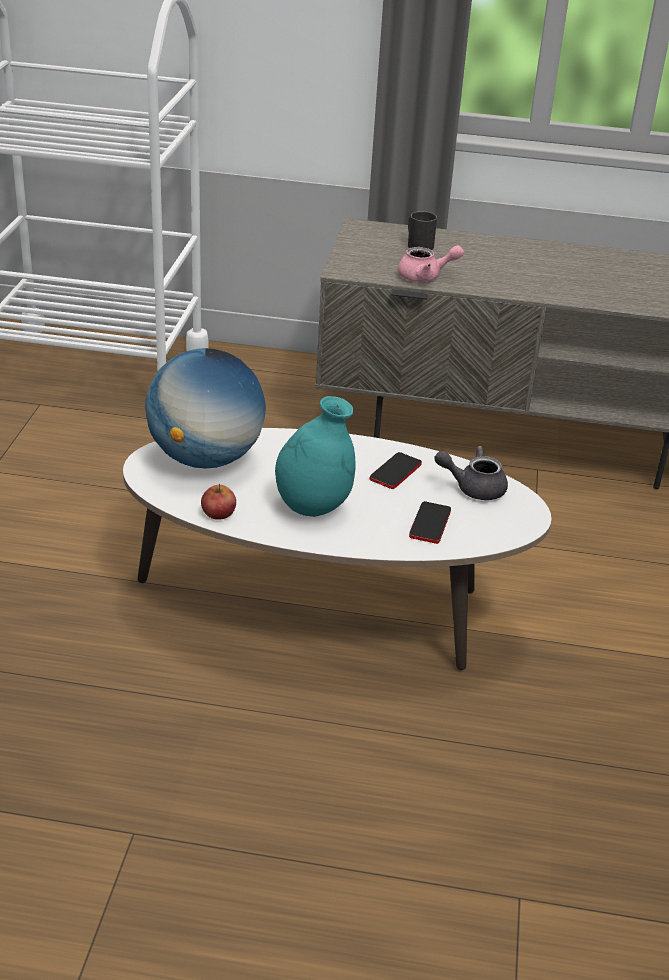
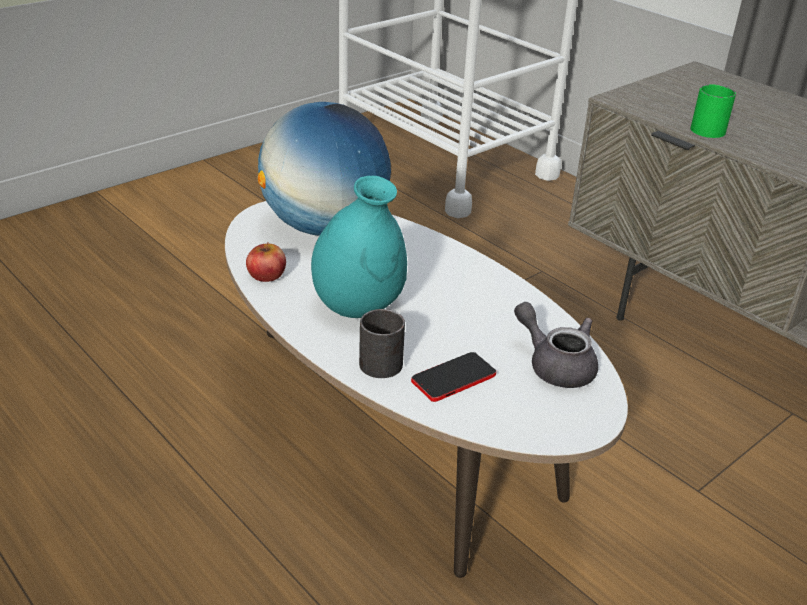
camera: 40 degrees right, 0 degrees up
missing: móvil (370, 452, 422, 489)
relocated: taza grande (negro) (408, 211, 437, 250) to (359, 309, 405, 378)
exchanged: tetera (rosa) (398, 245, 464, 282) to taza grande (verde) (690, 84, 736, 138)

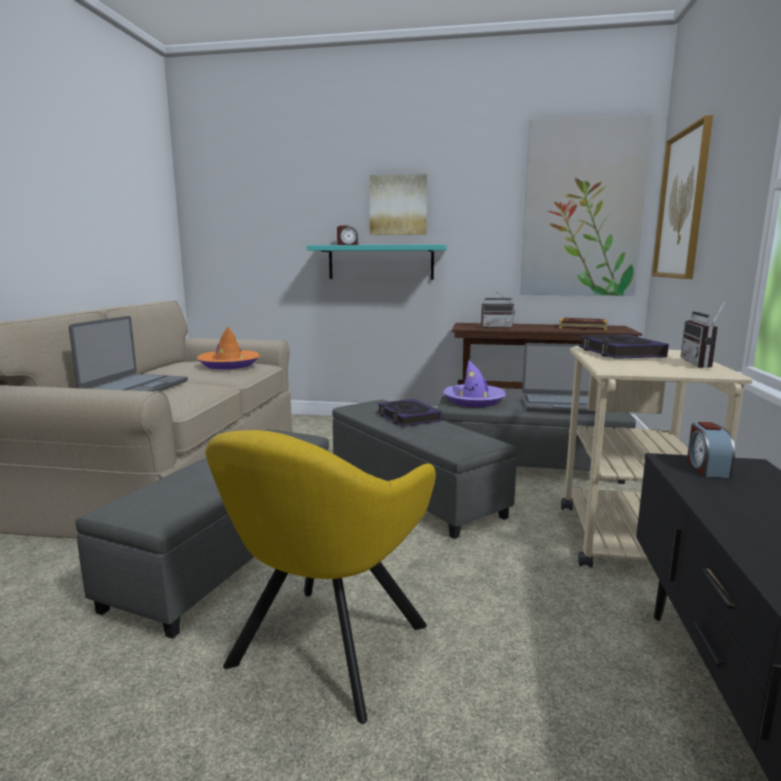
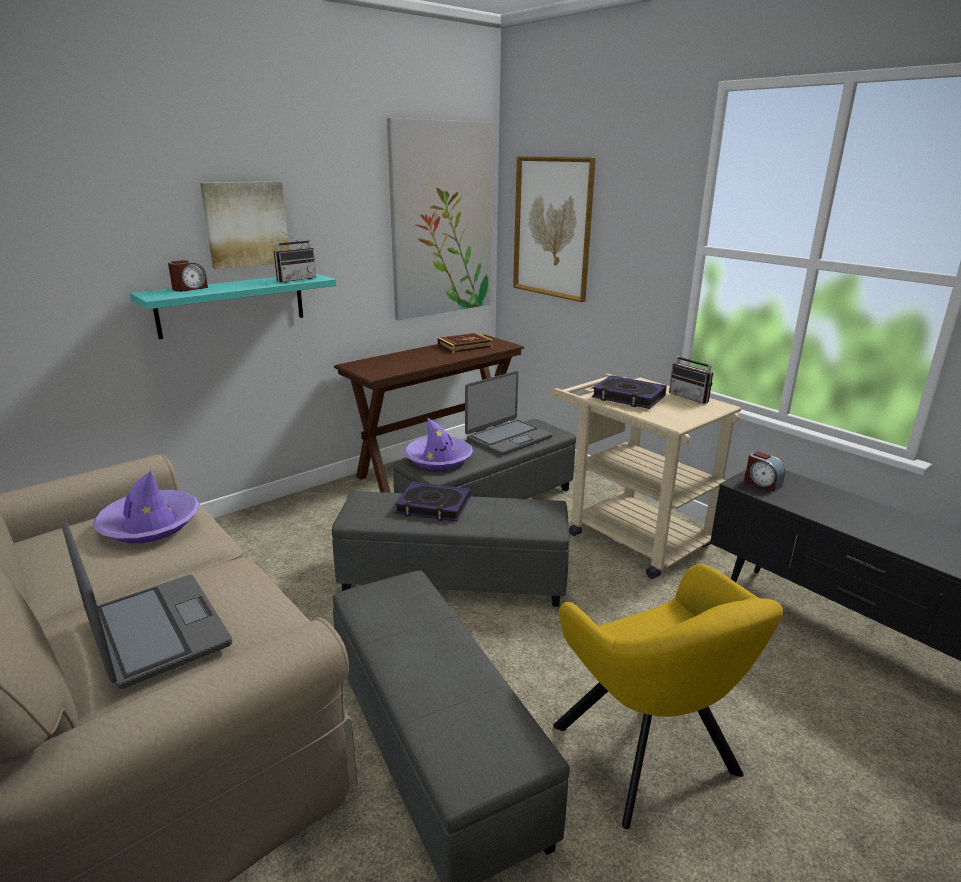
camera: 50 degrees left, 10 degrees up
relocated: radio (481, 291, 515, 328) to (274, 230, 316, 283)
colour: sombrero (naranja) (197, 327, 260, 369) to sombrero (morado) (93, 471, 200, 543)

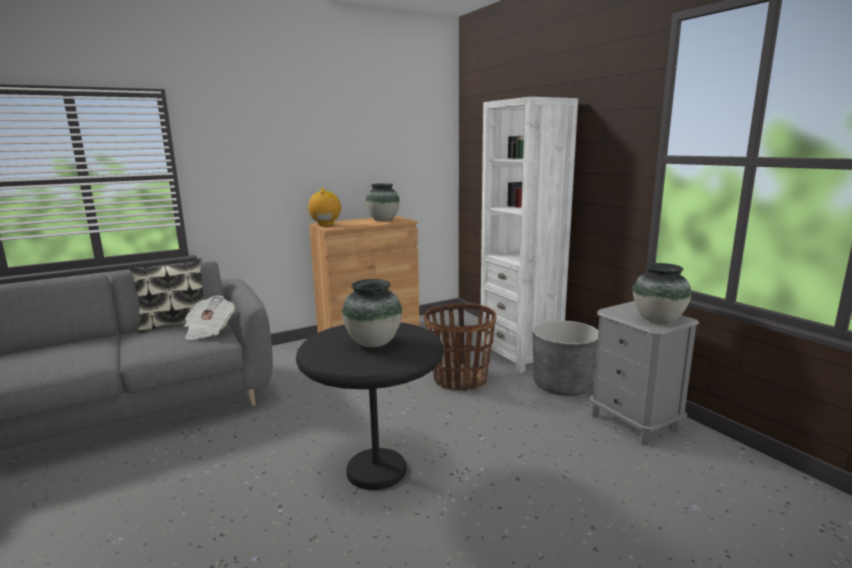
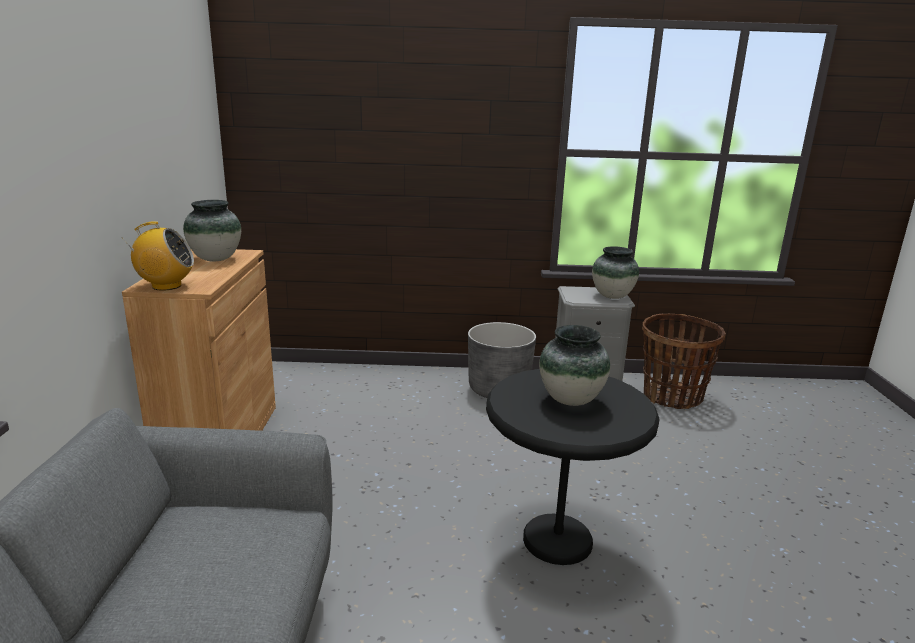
camera: 60 degrees left, 5 degrees up
missing: cojín (129, 258, 204, 333); periódico (184, 296, 235, 340); estantería (blanco) (480, 97, 578, 373)
relocated: cesta (424, 303, 497, 391) to (642, 314, 726, 409)
spun: radio (308, 187, 341, 226) = (122, 221, 194, 290) 150 degrees clockwise

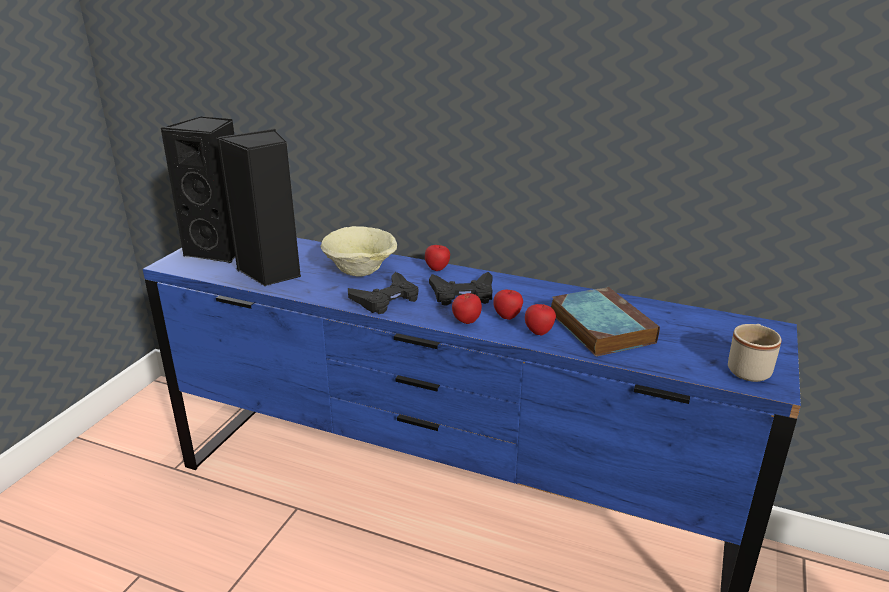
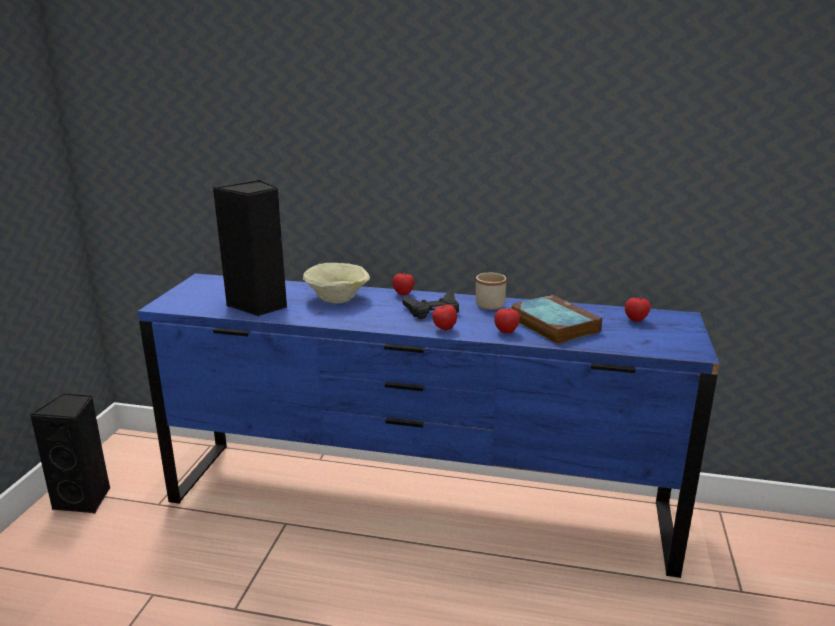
camera: 10 degrees left, 5 degrees down
missing: mando de consola (negro) (348, 272, 419, 314)
relocated: altavoz (negro) (161, 116, 235, 263) to (30, 393, 111, 514); manzana (493, 290, 523, 320) to (625, 297, 651, 322); taza grande (beis) (728, 324, 782, 382) to (476, 273, 506, 310)

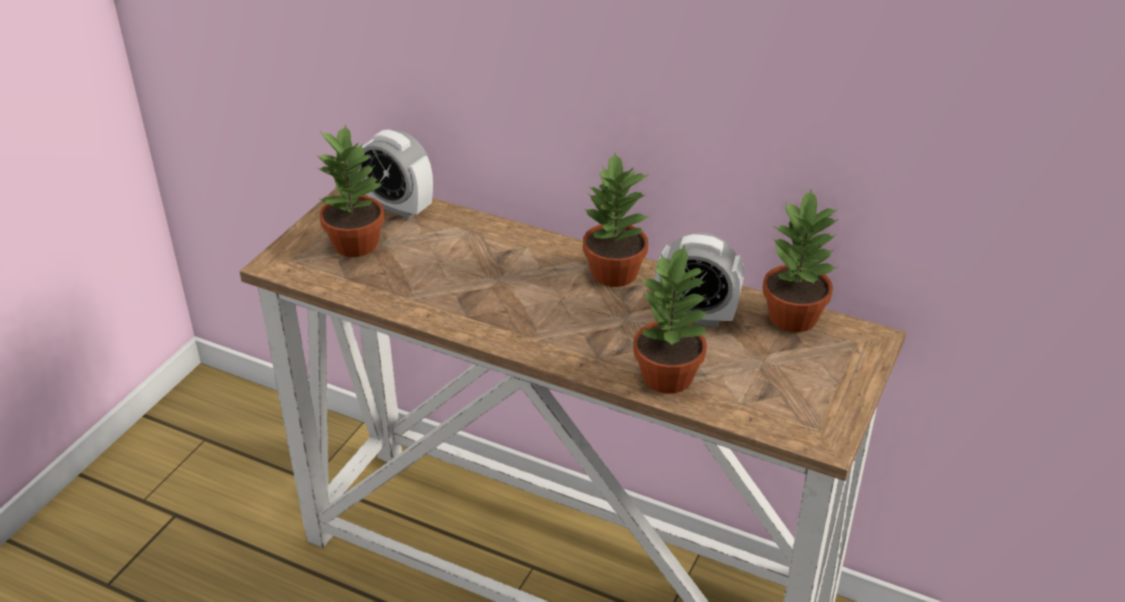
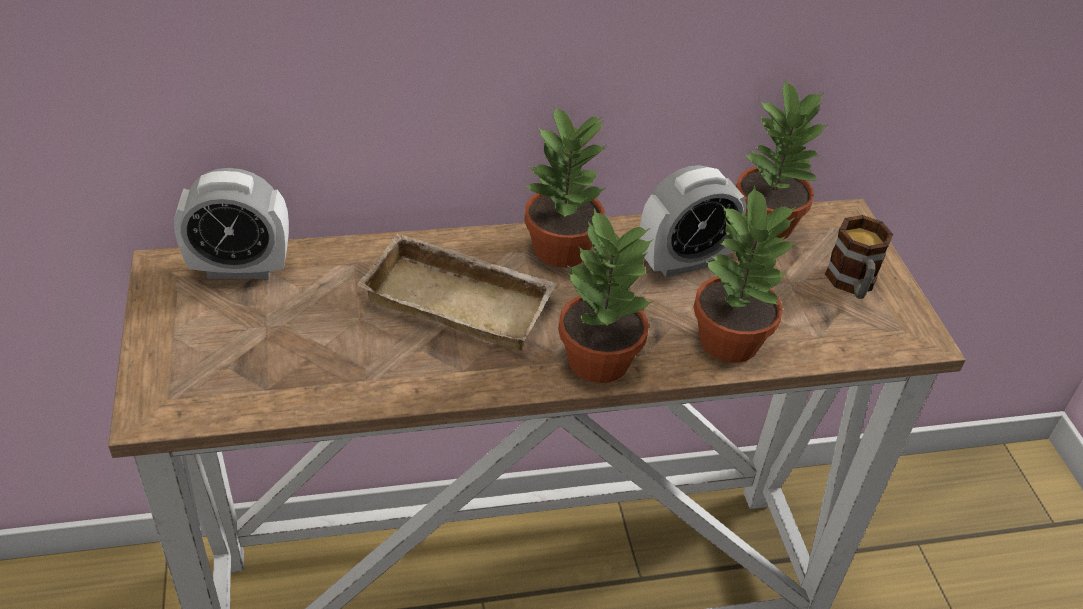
camera: 40 degrees left, 5 degrees up
appeared: bandeja (beis) (357, 233, 557, 350); taza grande (825, 215, 893, 299)
relocated: planta en maceta (317, 124, 384, 257) to (558, 208, 654, 383)

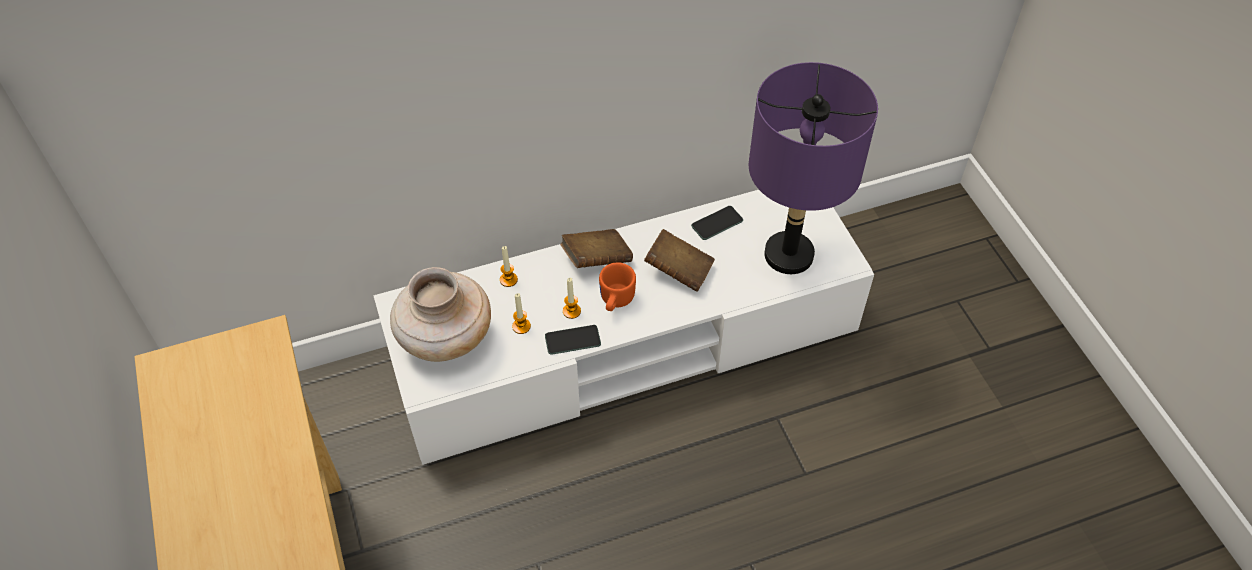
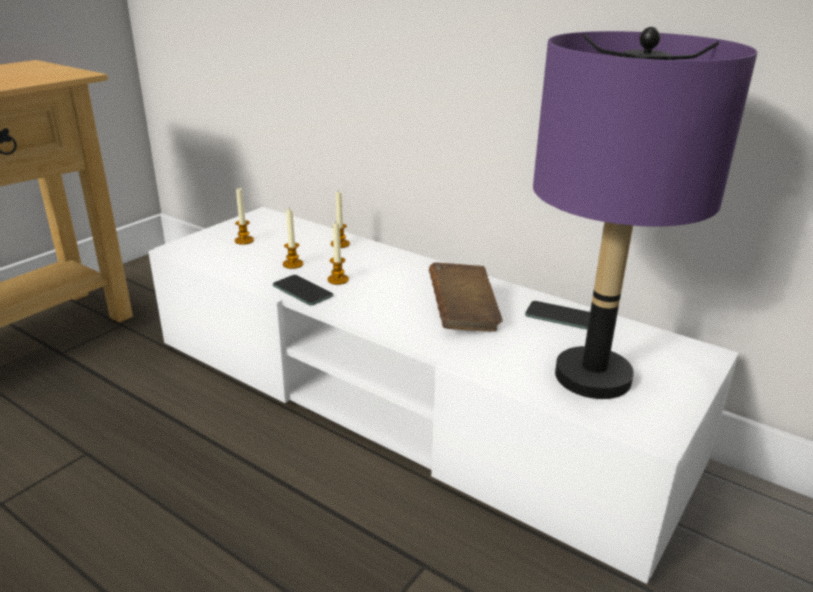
camera: 55 degrees right, 25 degrees down
missing: libro (marrón) (560, 229, 633, 268); taza grande (naranja) (599, 262, 636, 311)
exchanged: florero (beis) (390, 267, 491, 362) to vela (235, 188, 254, 245)

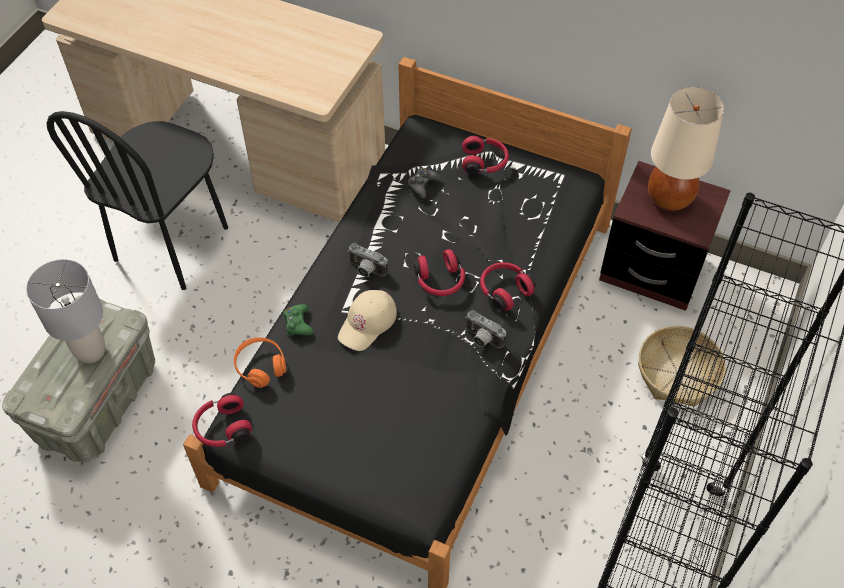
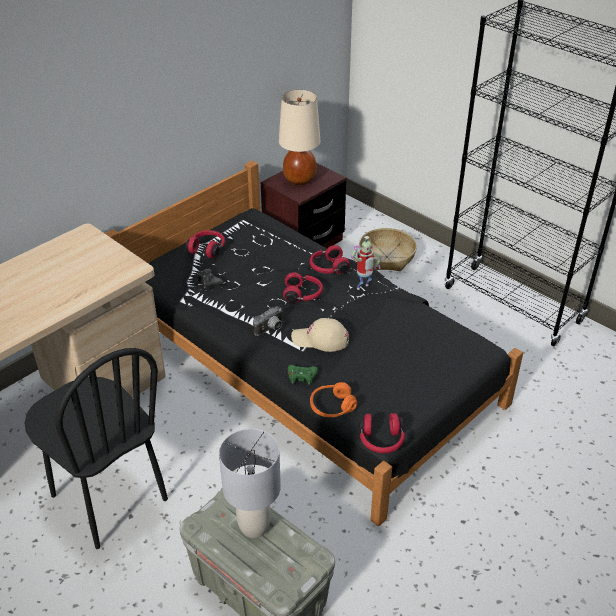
camera: 70 degrees left, 15 degrees down
exchanged: cámara (465, 310, 506, 348) to robot de juguete (351, 236, 382, 290)
spun: gorra (beis) (338, 290, 397, 351) = (291, 318, 349, 352) 135 degrees clockwise

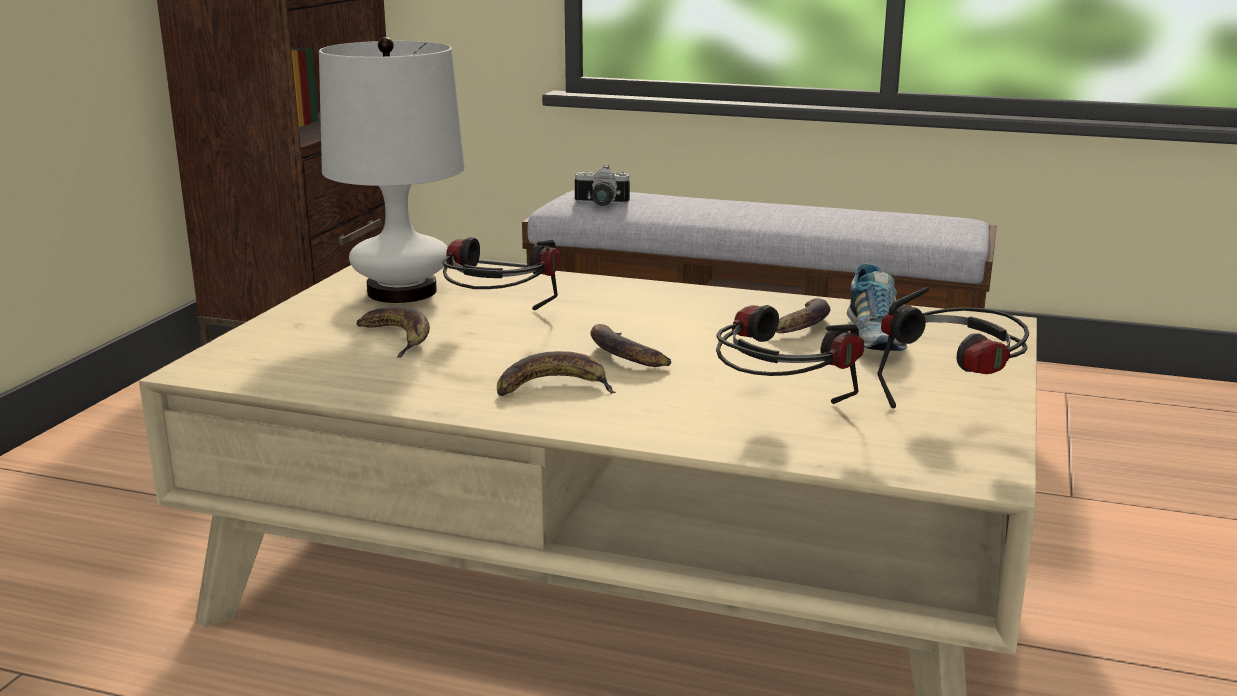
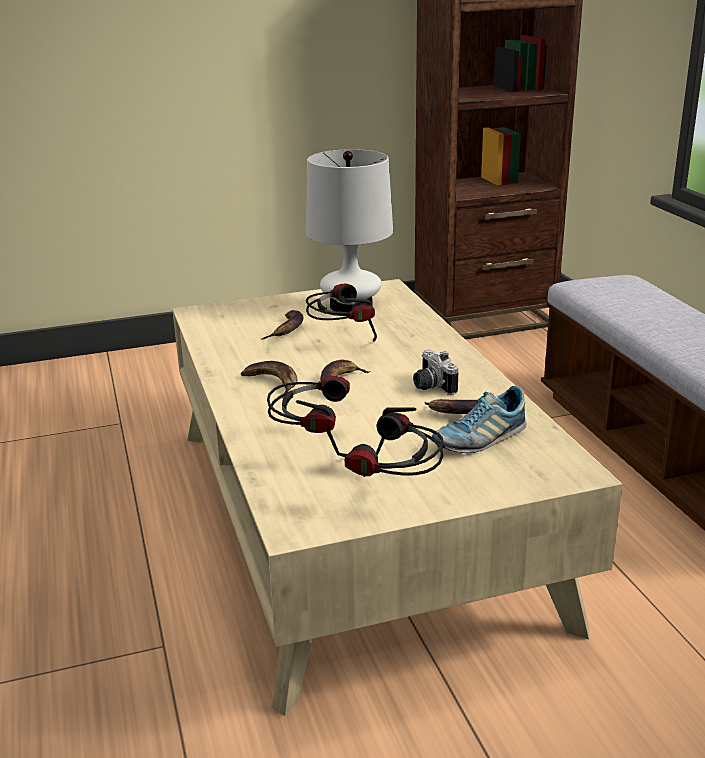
camera: 55 degrees right, 5 degrees up
relocated: cámara (575, 165, 630, 206) to (413, 350, 458, 395)

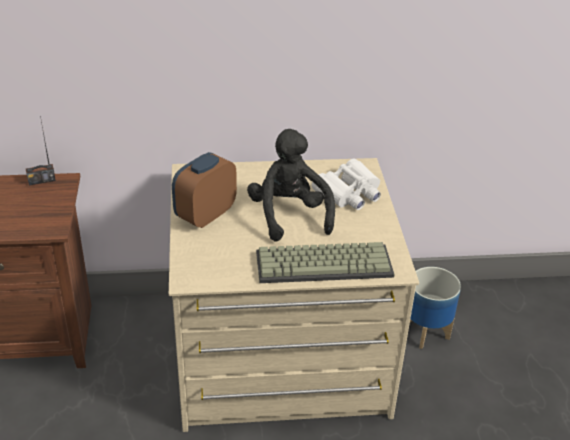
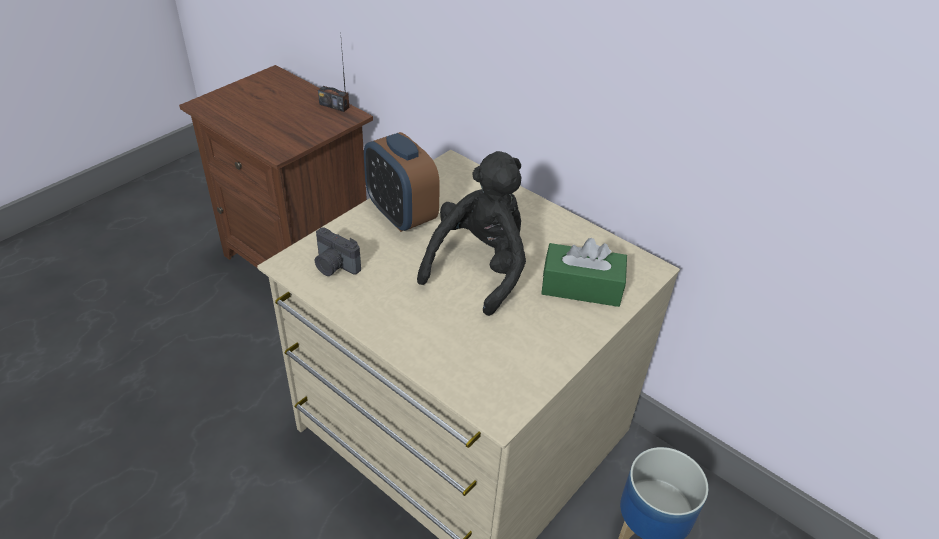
camera: 45 degrees right, 5 degrees up
missing: teclado (256, 242, 395, 283)
appeared: cámara (315, 227, 361, 276)
exchanged: prismáticos (blanco) (312, 159, 381, 210) to caja de pañuelos (verde) (541, 238, 627, 307)
spun: despertador (172, 152, 237, 228) = (364, 132, 440, 232) 120 degrees counterclockwise

